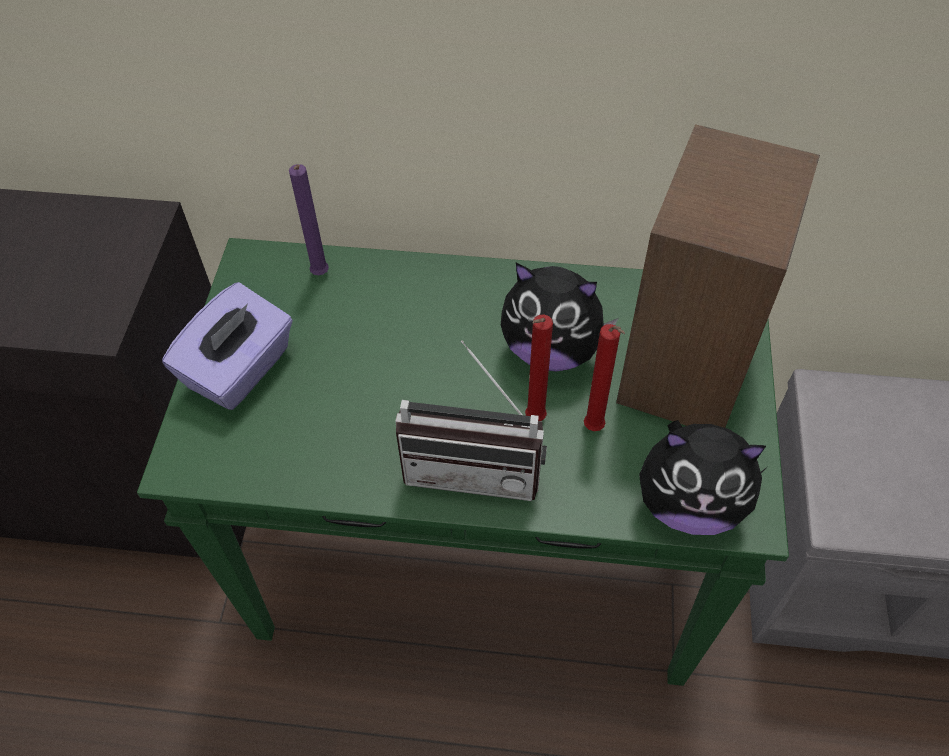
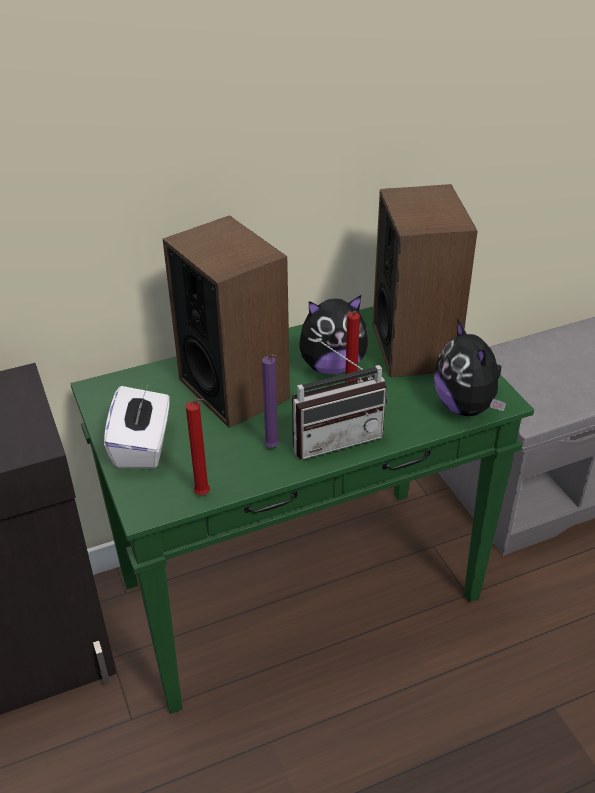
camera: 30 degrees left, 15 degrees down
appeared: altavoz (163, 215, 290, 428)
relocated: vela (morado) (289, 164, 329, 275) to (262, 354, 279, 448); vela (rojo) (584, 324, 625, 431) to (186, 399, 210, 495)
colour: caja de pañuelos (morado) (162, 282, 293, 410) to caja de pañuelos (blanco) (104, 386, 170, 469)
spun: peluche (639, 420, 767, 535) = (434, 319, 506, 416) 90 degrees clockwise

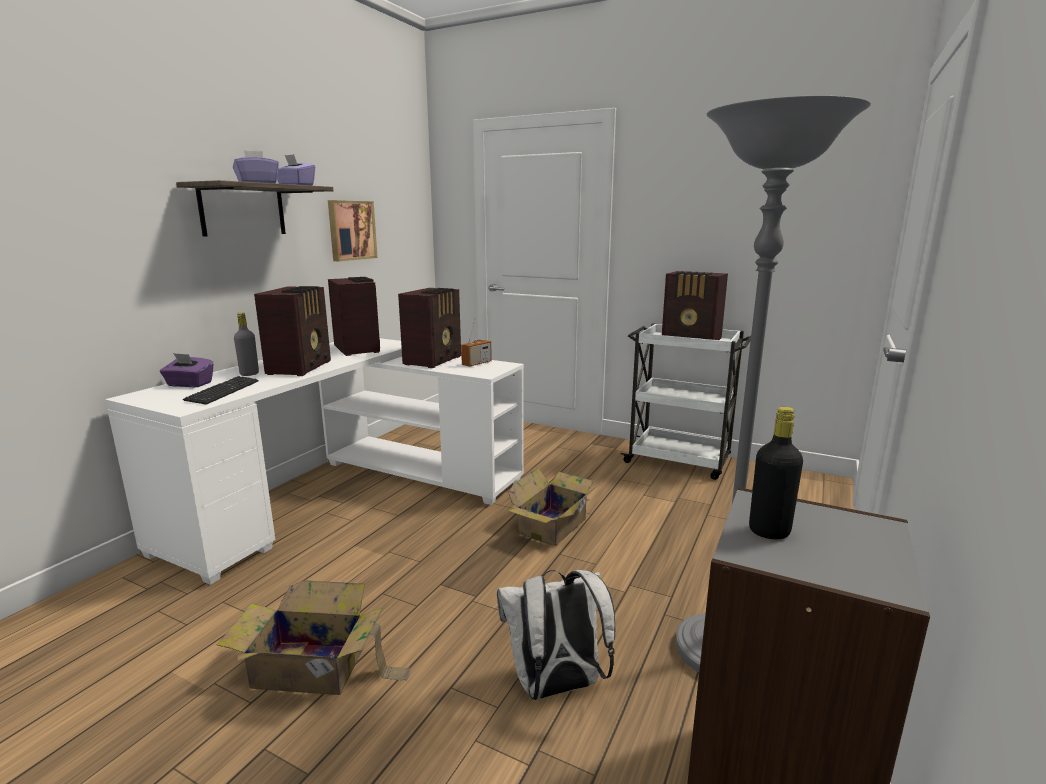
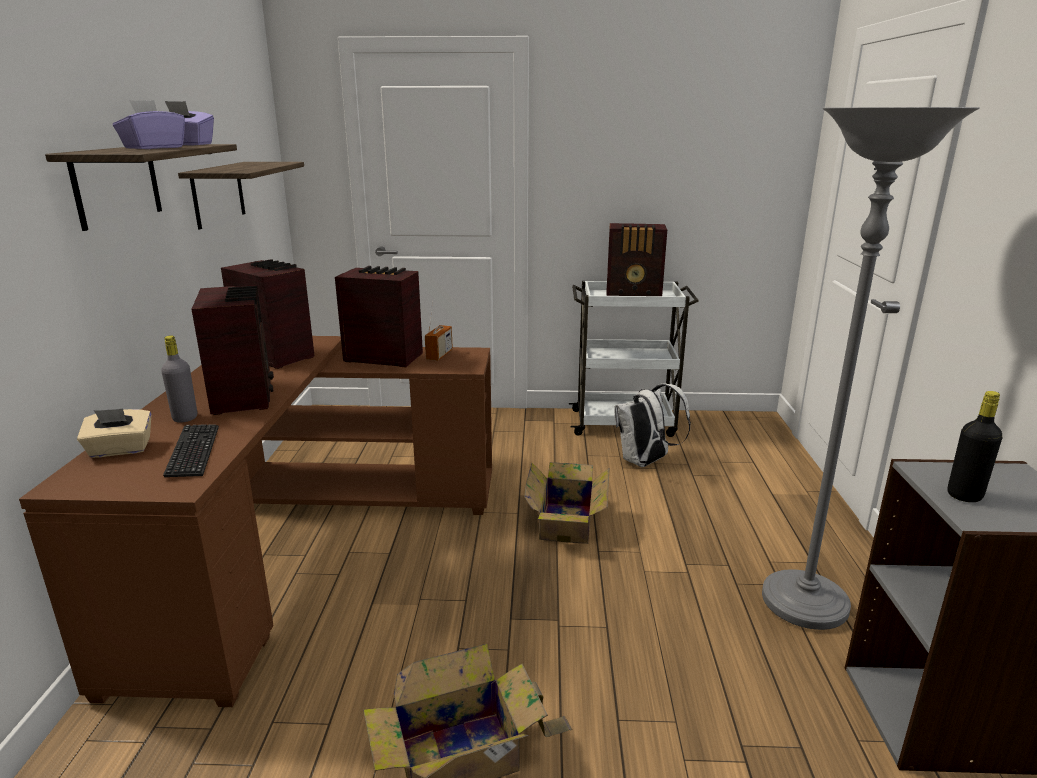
camera: 25 degrees left, 5 degrees up
relocated: mochila (blanco) (497, 570, 615, 700) to (614, 383, 691, 467)
exchanged: cuadro (328, 200, 378, 261) to estante (178, 162, 304, 230)
colour: escritorio (blanco) (105, 338, 524, 585) to escritorio (marrón) (19, 336, 492, 707); caja de pañuelos (morado) (160, 353, 214, 387) to caja de pañuelos (beis) (77, 409, 151, 458)
spun: radio (398, 288, 461, 368) = (335, 266, 423, 367) 75 degrees counterclockwise

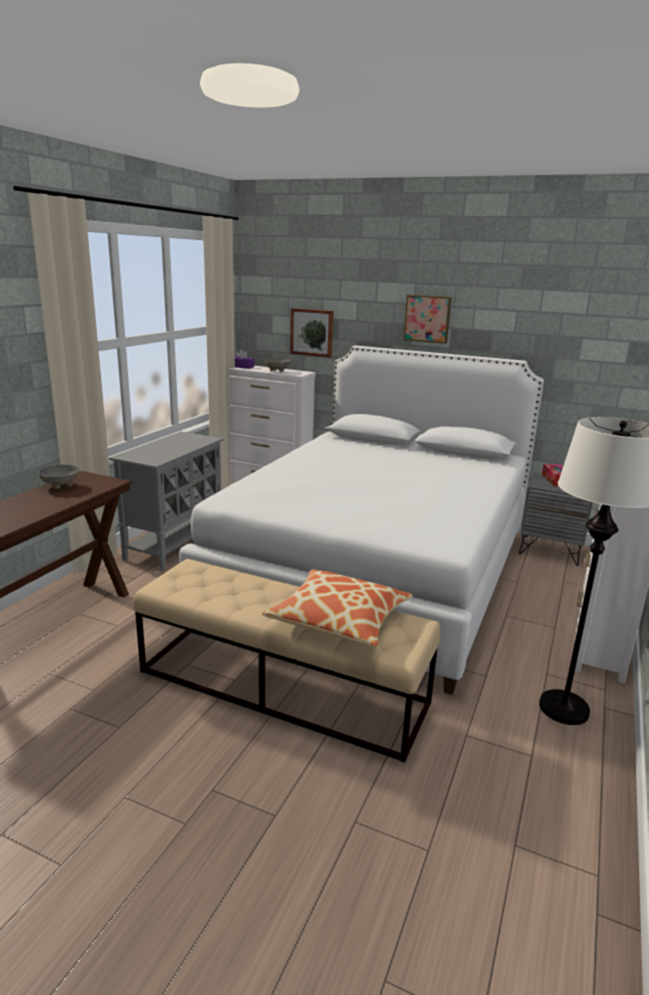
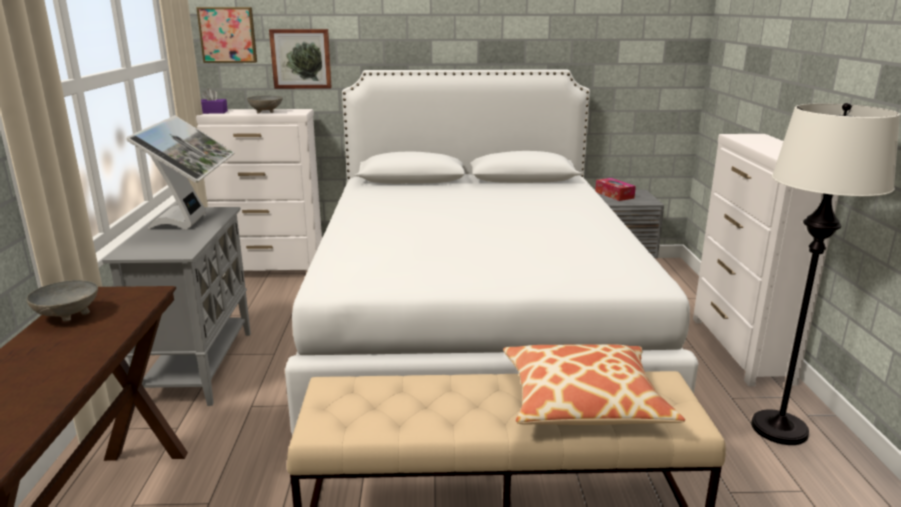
camera: 25 degrees left, 0 degrees up
appeared: monitor (126, 115, 234, 229)
relocated: cuadro (403, 295, 452, 344) to (196, 7, 257, 63)

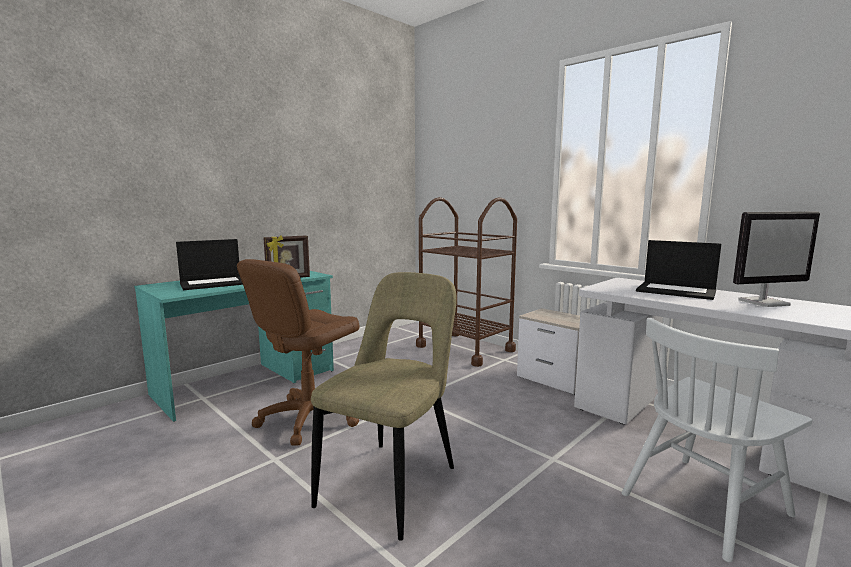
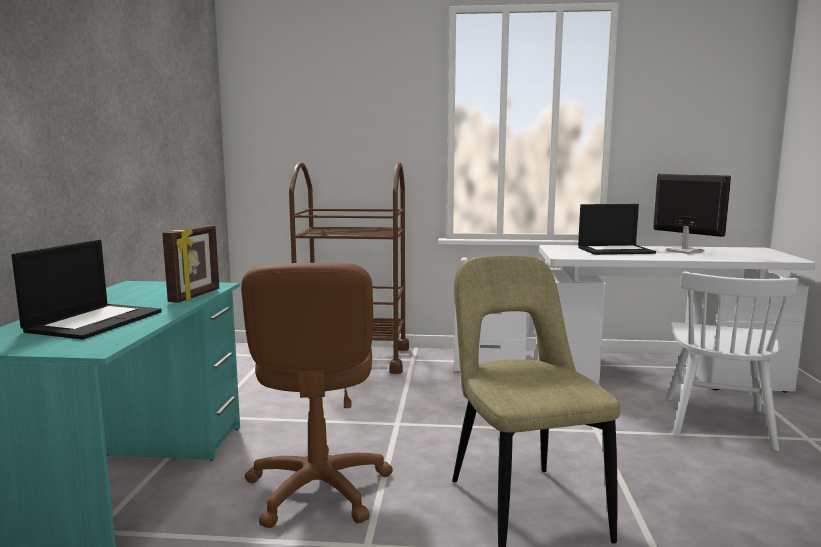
camera: 40 degrees left, 0 degrees up
spun: monitor (733, 212, 820, 307) = (653, 174, 731, 254) 75 degrees counterclockwise

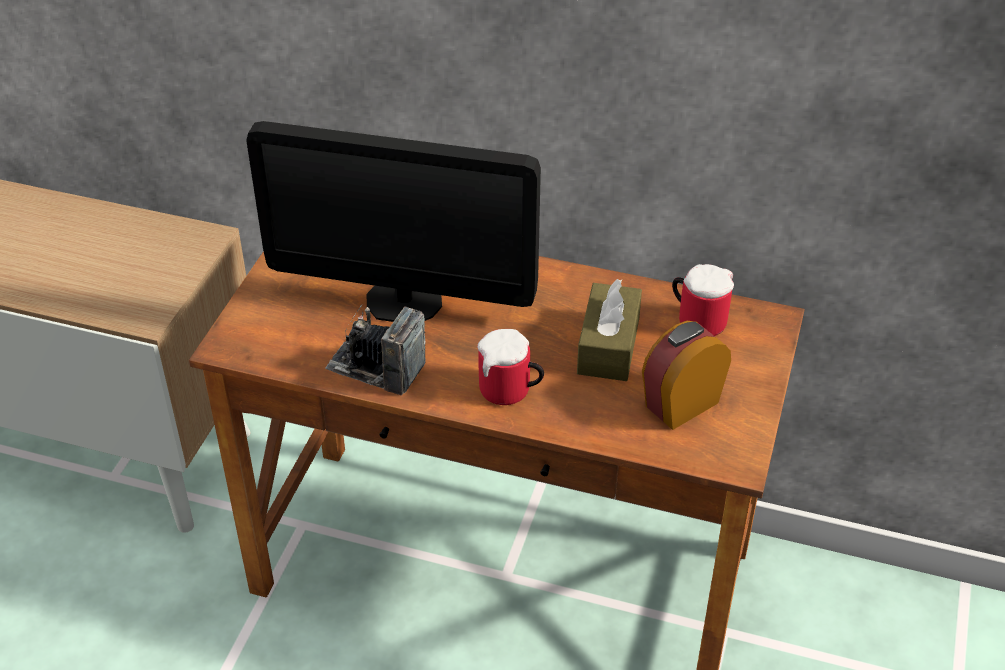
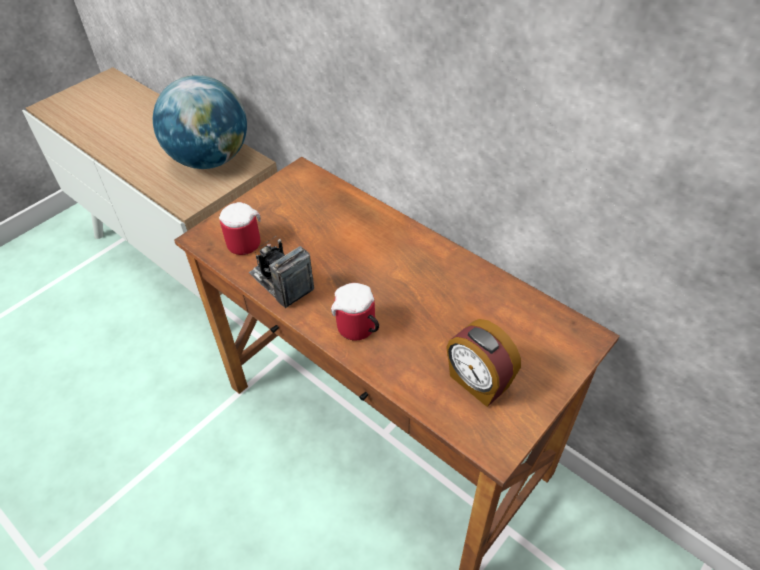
camera: 25 degrees right, 5 degrees up
missing: monitor (246, 121, 541, 322); caja de pañuelos (marrón) (577, 279, 642, 381)
appeared: globo terráqueo (152, 75, 247, 169)
relocated: taza grande (672, 264, 734, 336) to (219, 202, 261, 255)
spun: despertador (642, 321, 731, 430) = (446, 319, 521, 407) 120 degrees counterclockwise

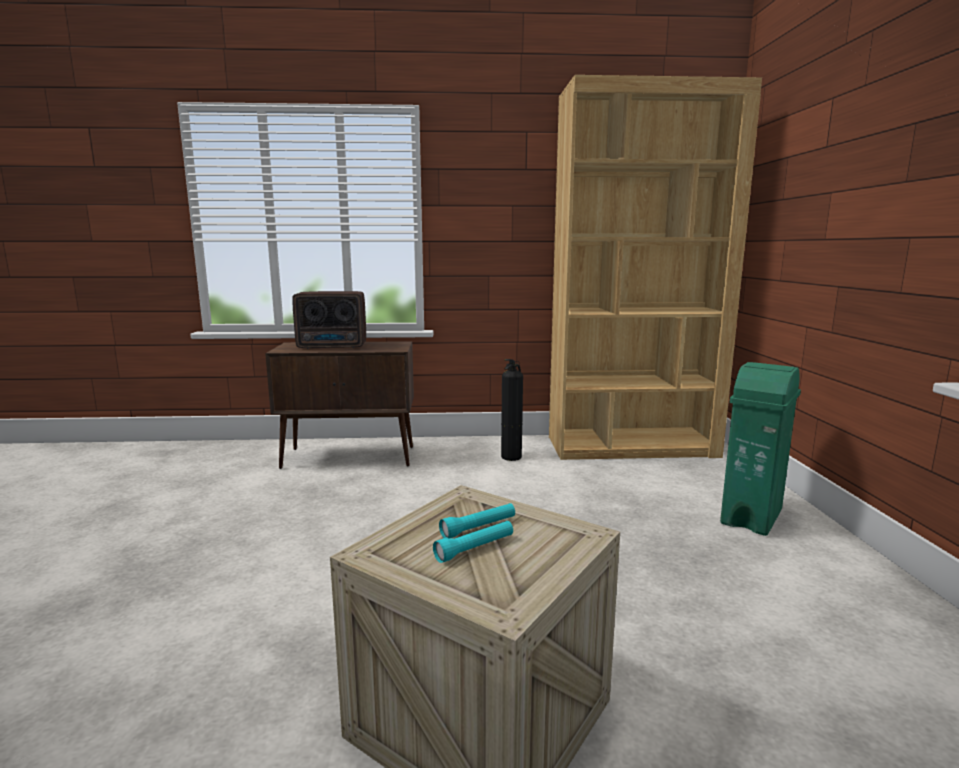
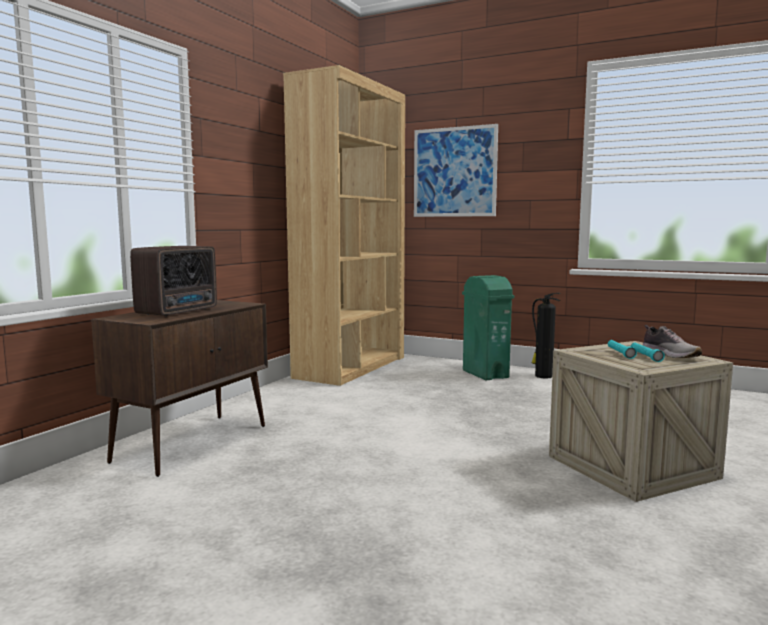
camera: 60 degrees left, 5 degrees down
appeared: cuadro (414, 124, 498, 217); zapato (643, 325, 702, 358)
relocated: extintor (501, 359, 523, 461) to (531, 293, 561, 378)

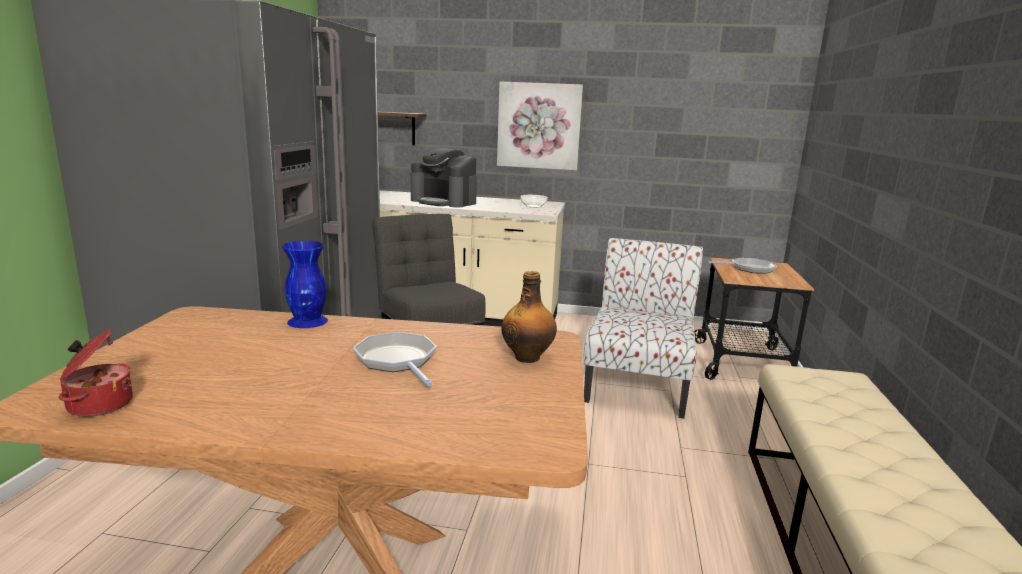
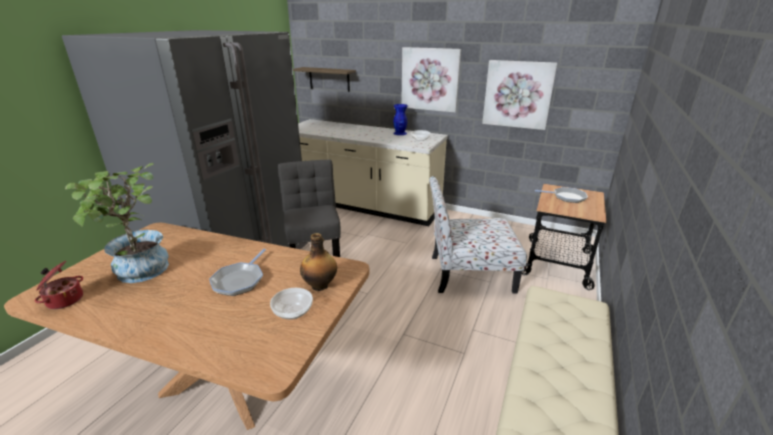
camera: 15 degrees right, 10 degrees up
missing: cafetera (411, 148, 477, 207)
appeared: planta en maceta (65, 163, 169, 283); cuenco (270, 288, 313, 320); cuadro (482, 60, 557, 130)
relocated: florero (azul) (282, 241, 328, 328) to (393, 104, 408, 135)
spun: sartén (353, 332, 437, 386) = (209, 249, 266, 296) 150 degrees counterclockwise; silla (584, 238, 703, 419) = (429, 176, 527, 293) 120 degrees counterclockwise

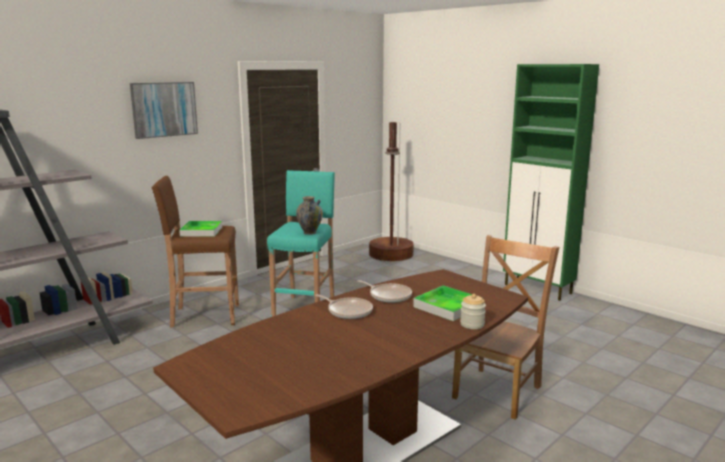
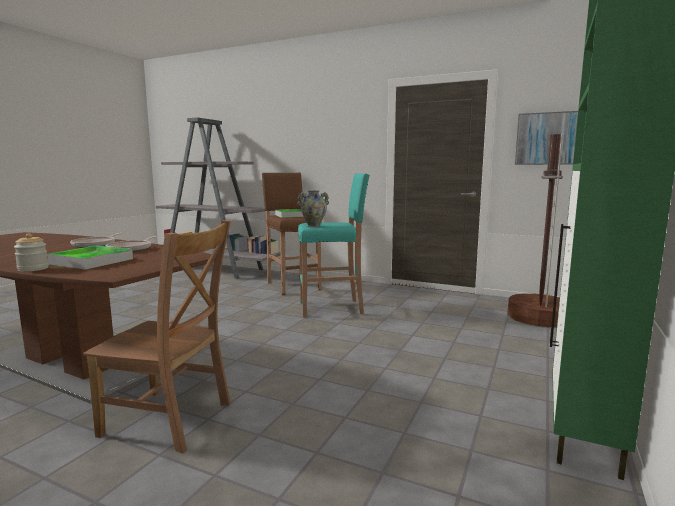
camera: 70 degrees right, 5 degrees down
relocated: cuadro (130, 82, 198, 139) to (515, 111, 578, 165)

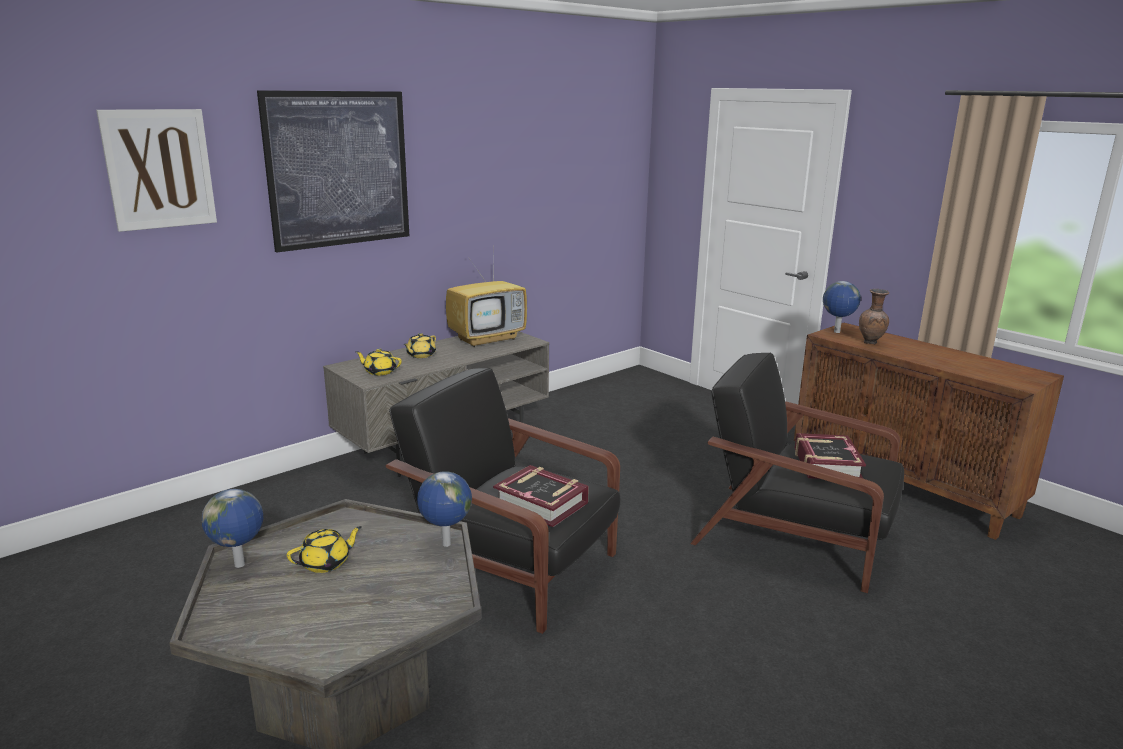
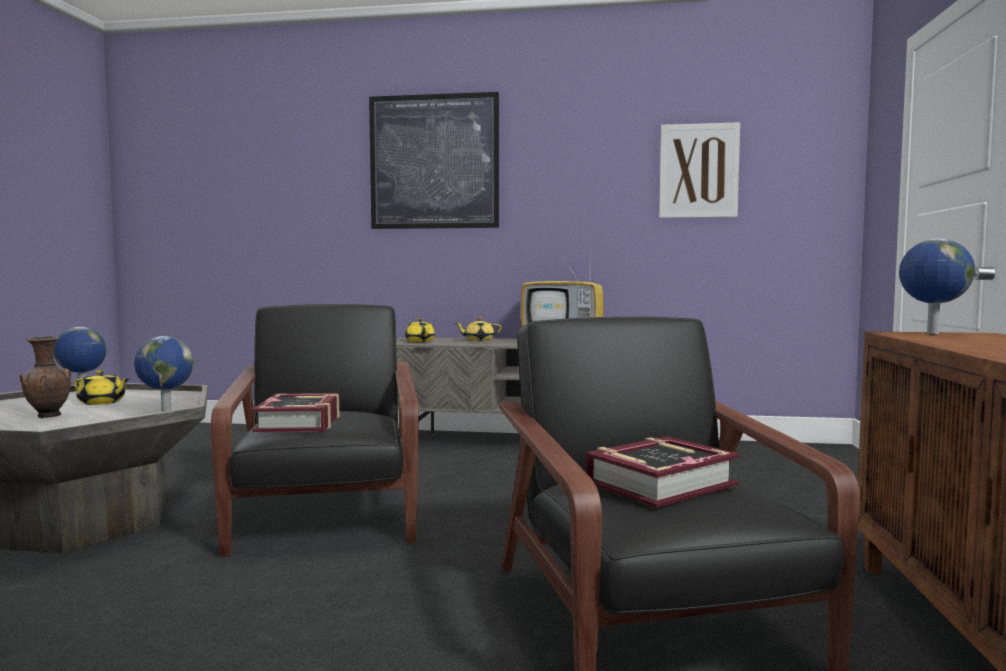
camera: 50 degrees right, 15 degrees down
relocated: cuadro (96, 109, 217, 232) to (659, 122, 740, 218); florero (marrón) (859, 289, 889, 345) to (19, 336, 71, 418)

